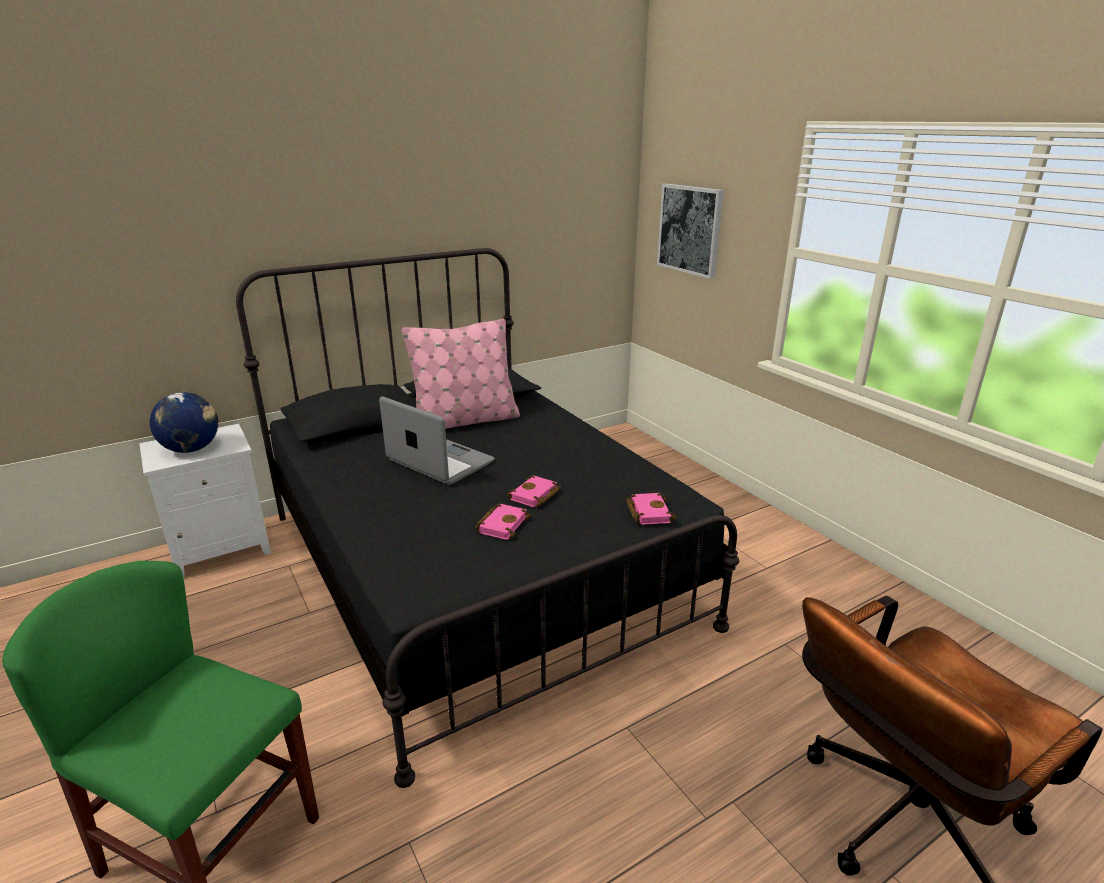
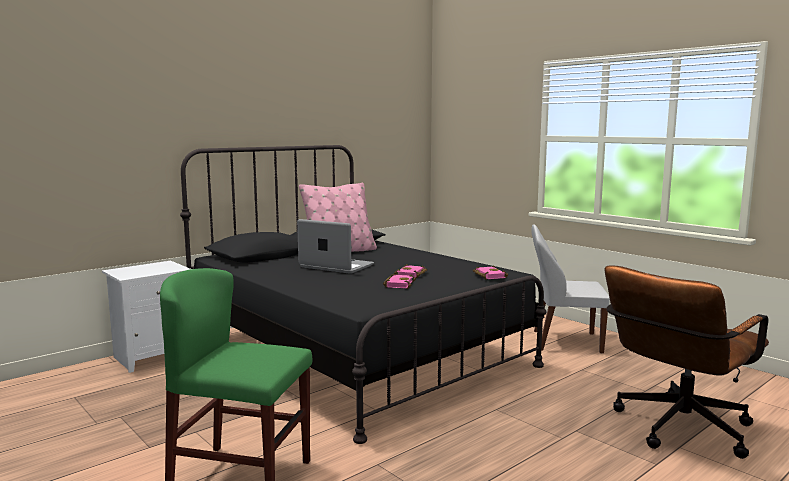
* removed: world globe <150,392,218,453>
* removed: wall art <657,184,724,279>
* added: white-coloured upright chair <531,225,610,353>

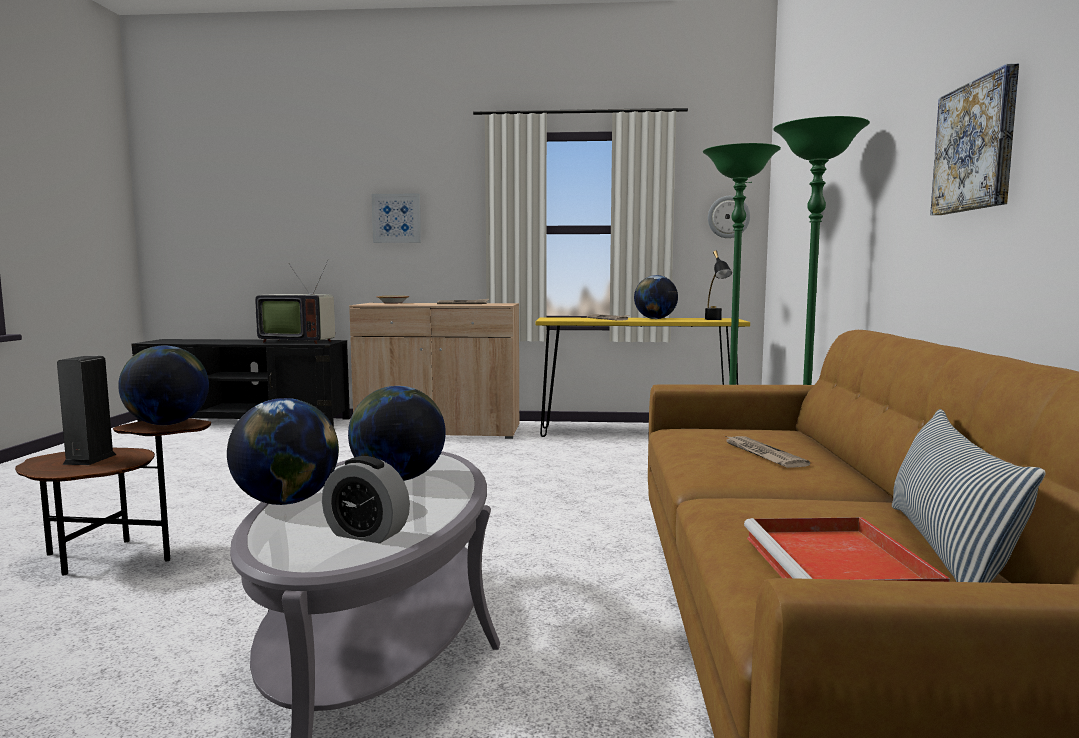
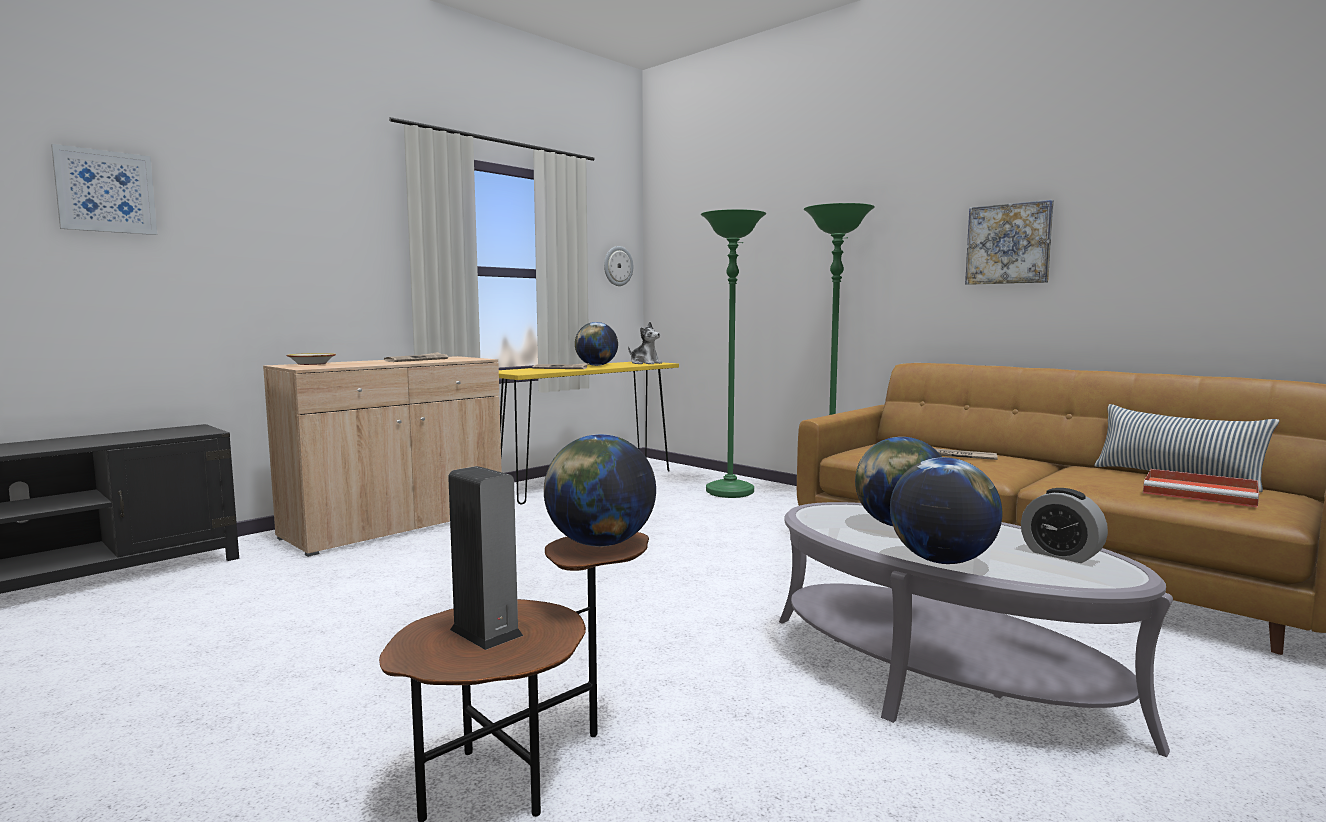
* removed: TV <255,261,335,344>
* moved: wall art <372,194,421,243> to <51,144,157,235>
* replaced: blackish lamp for a table <705,250,732,320> to cuddly toy <628,322,662,364>
* turned: table clock <322,456,410,543> = <1021,488,1108,563> 75 degrees clockwise

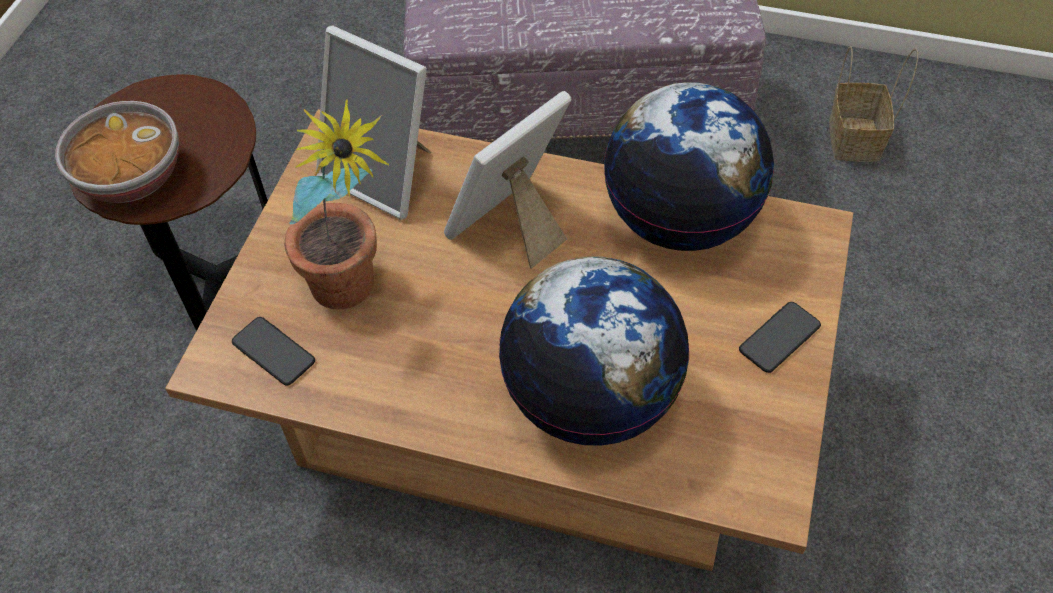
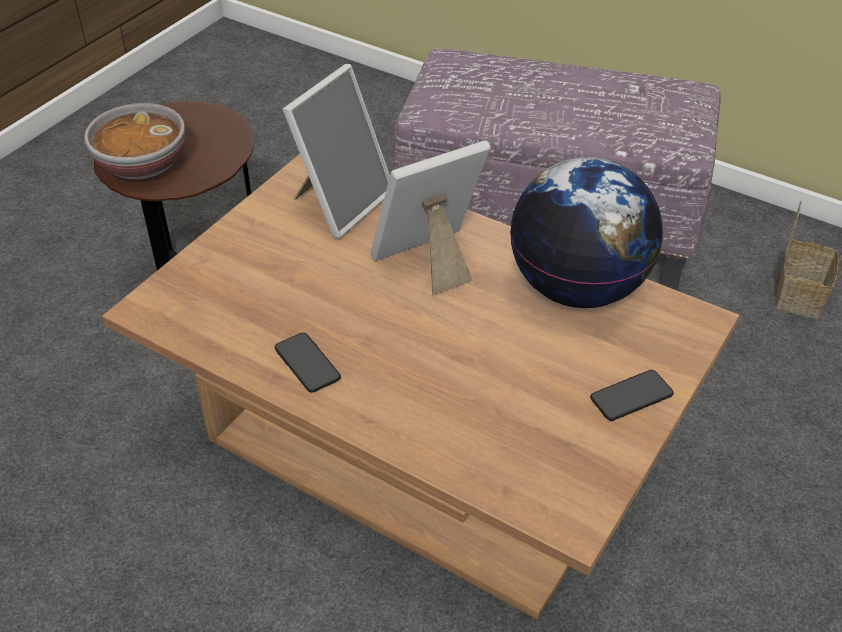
* removed: houseplant <284,99,390,309>
* removed: world globe <498,256,690,446>
* moved: phone <232,317,315,386> to <275,333,341,393>
* turned: photo frame <316,26,431,220> = <283,64,390,239> 105 degrees counterclockwise

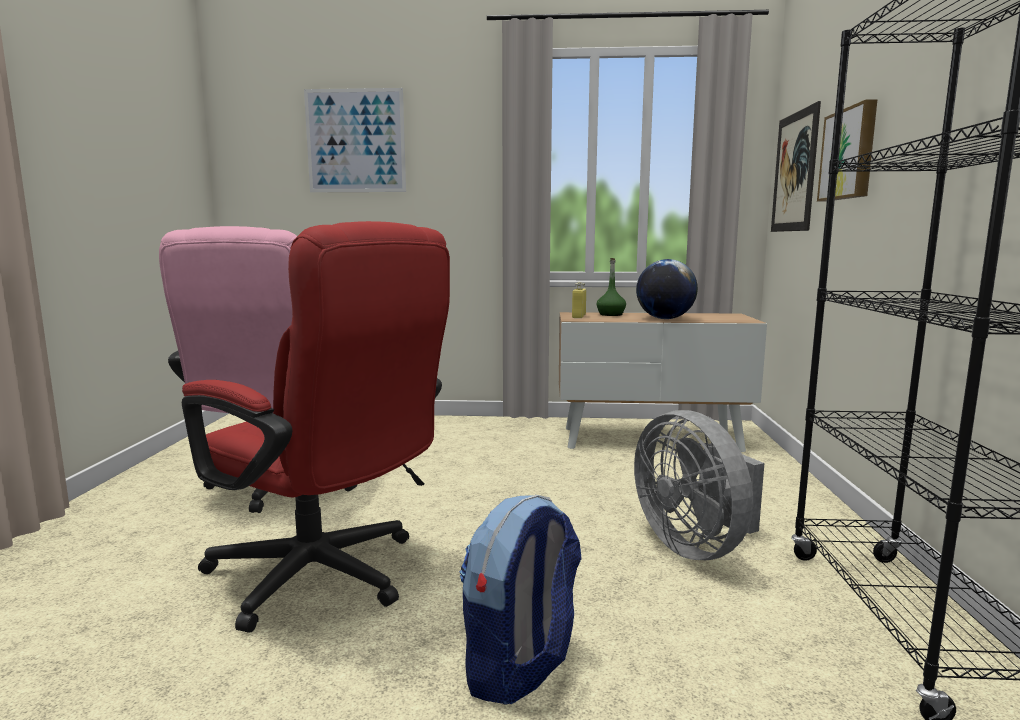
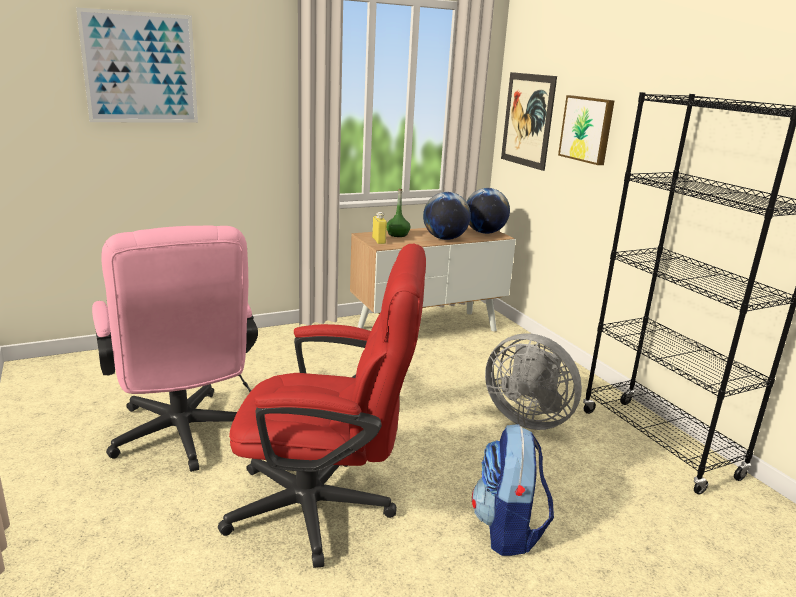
* added: world globe <466,188,510,234>

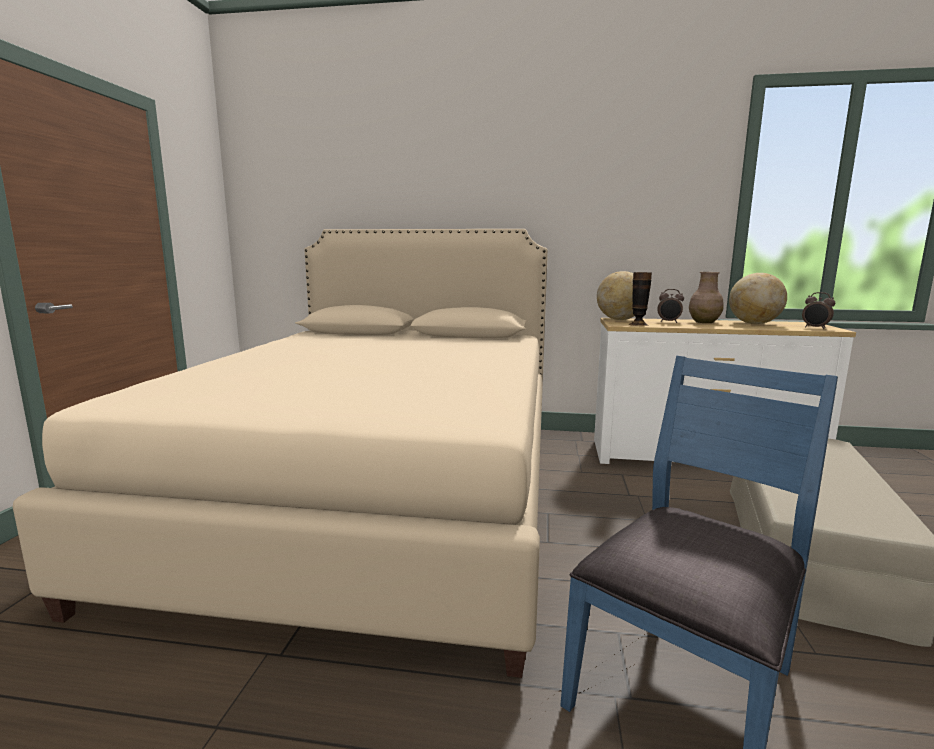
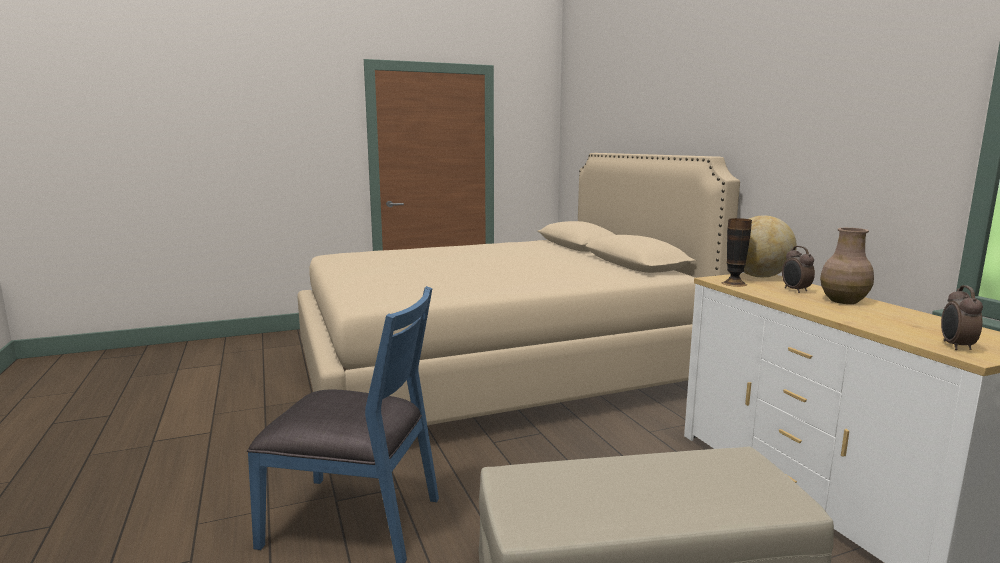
* removed: world globe <729,273,787,324>

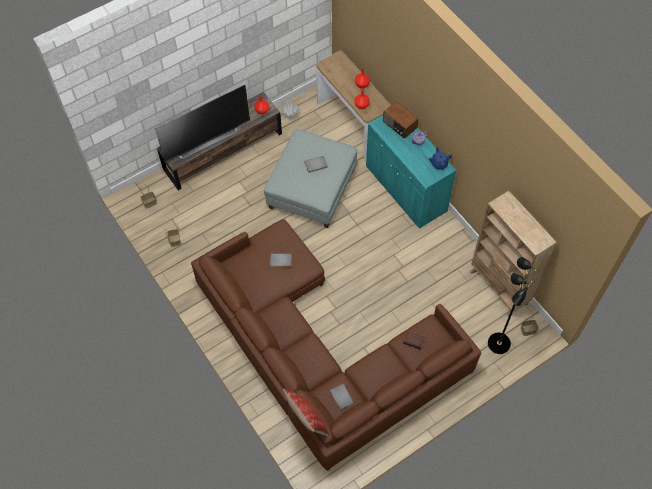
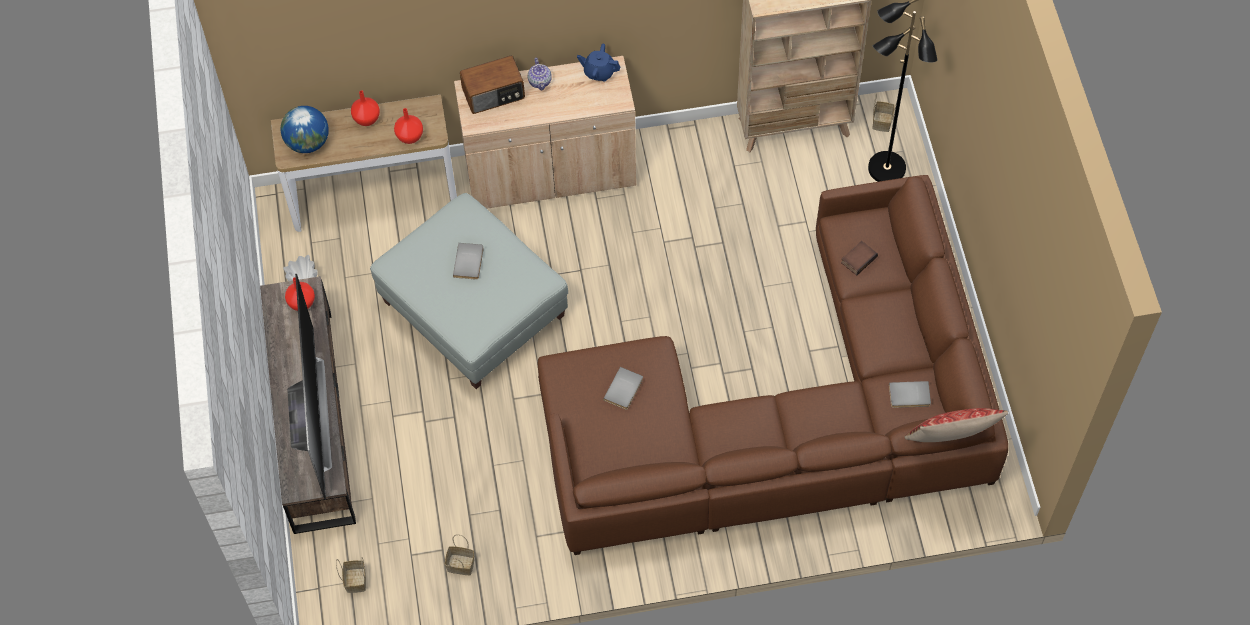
* added: world globe <281,106,329,153>
* recoloured: turquoise cupboard <366,115,456,228> to beige-coloured cupboard <454,56,636,209>

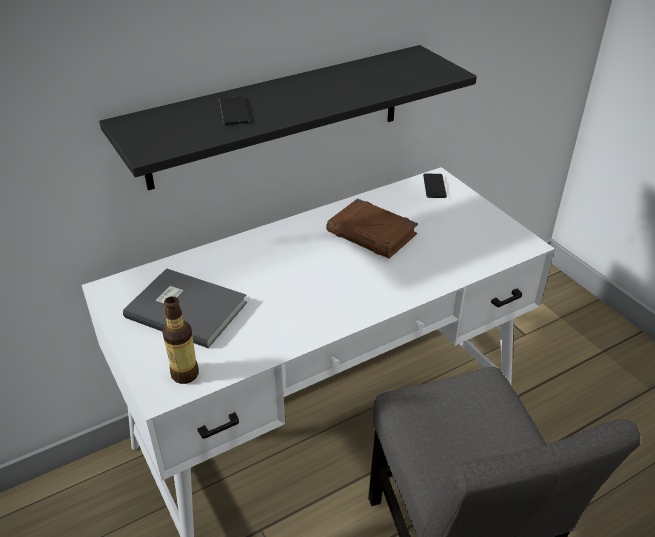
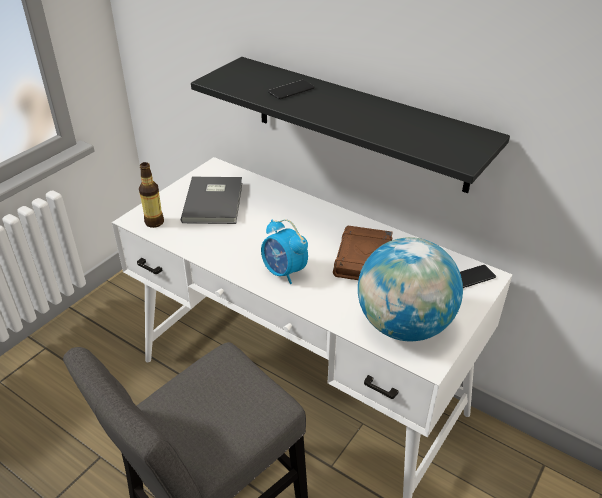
* added: table clock <261,219,308,284>
* added: world globe <358,237,463,341>

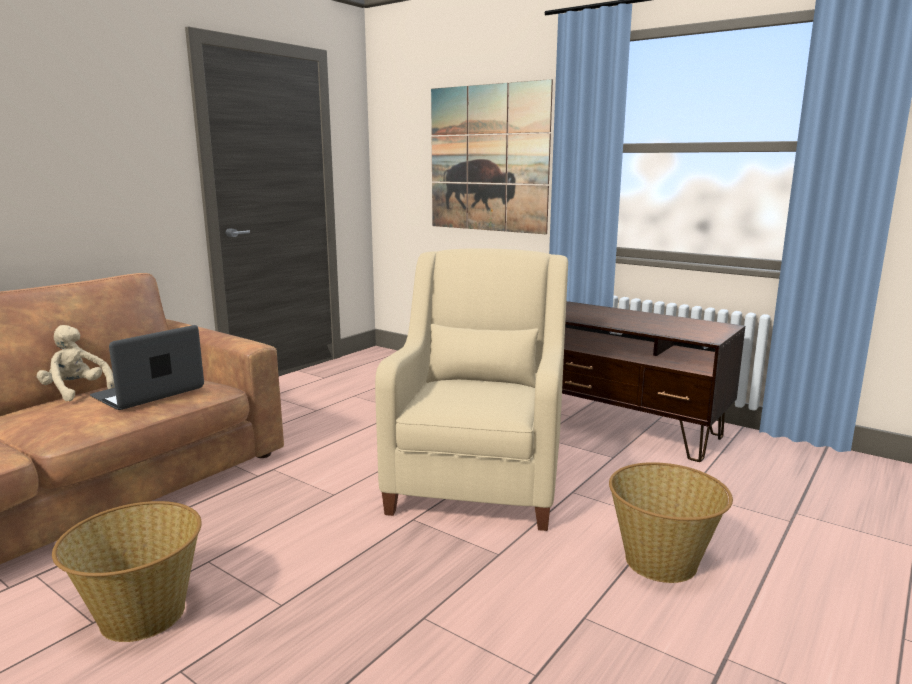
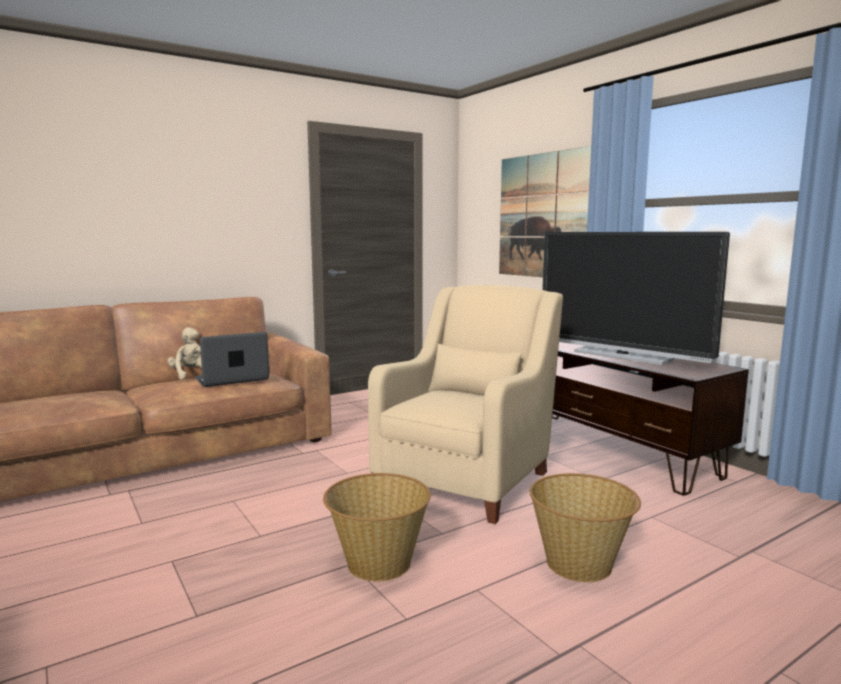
* added: TV <542,232,730,365>
* moved: storage basket <52,501,202,642> to <323,473,431,581>

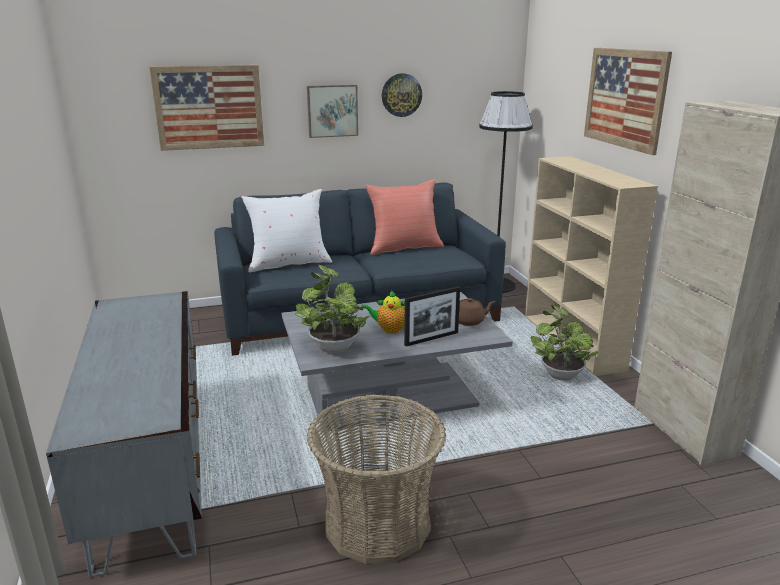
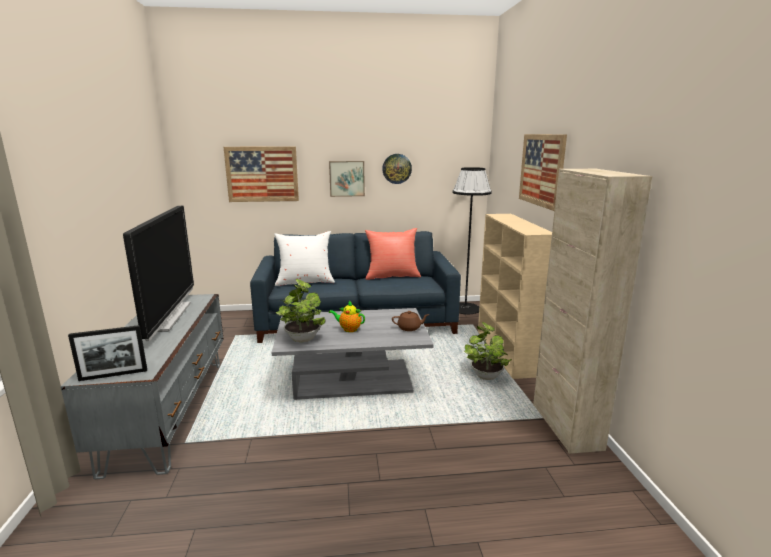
* removed: storage basket <307,394,446,564>
* added: TV <123,206,194,341>
* moved: photo frame <404,286,460,347> to <68,325,147,381>

